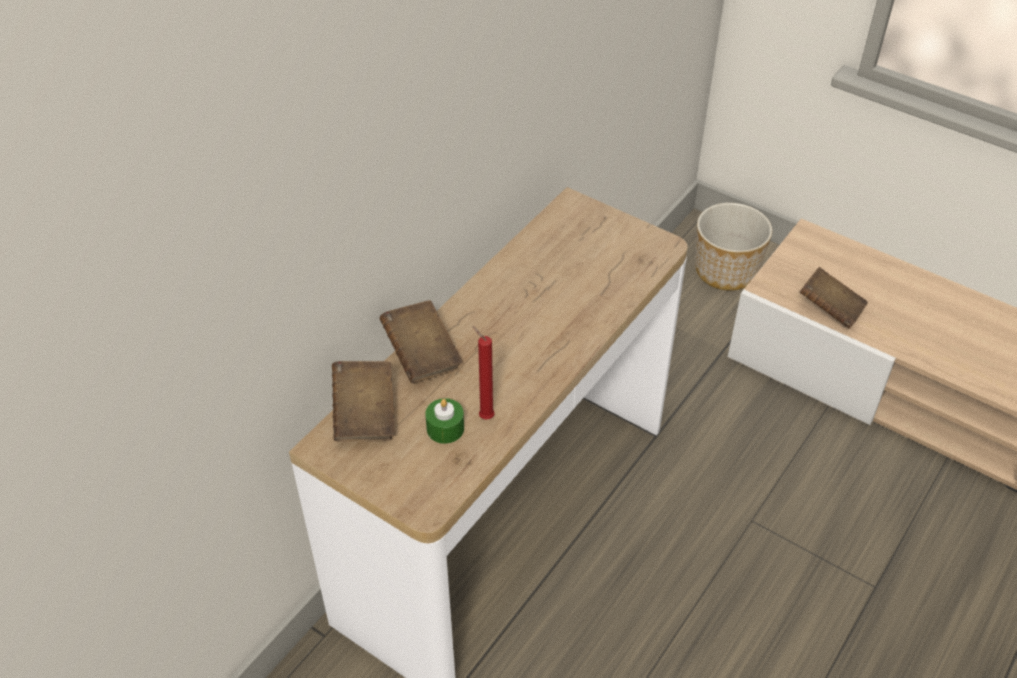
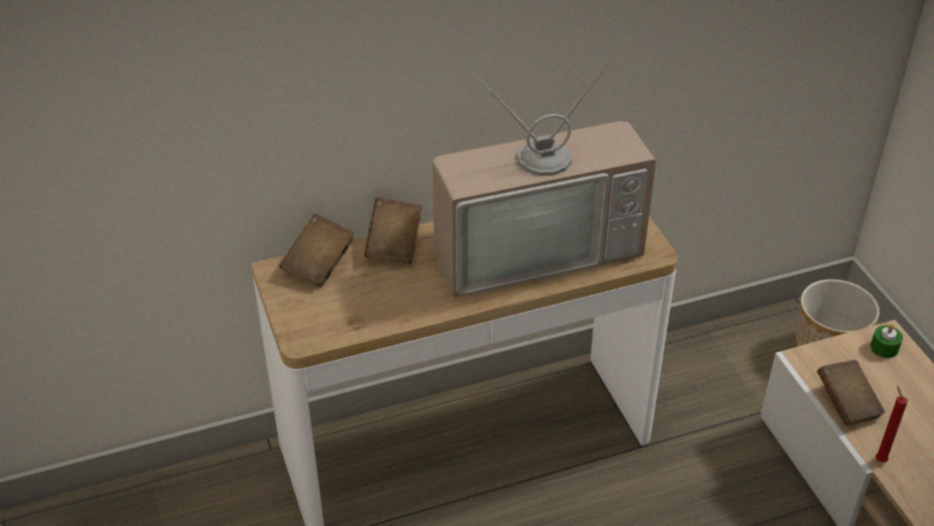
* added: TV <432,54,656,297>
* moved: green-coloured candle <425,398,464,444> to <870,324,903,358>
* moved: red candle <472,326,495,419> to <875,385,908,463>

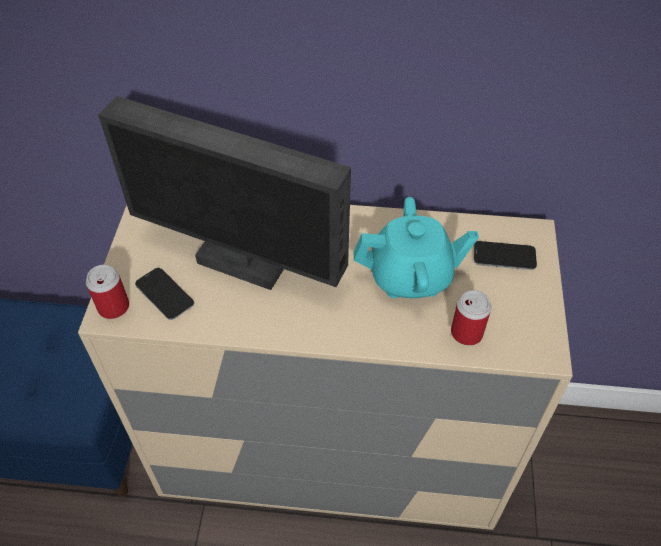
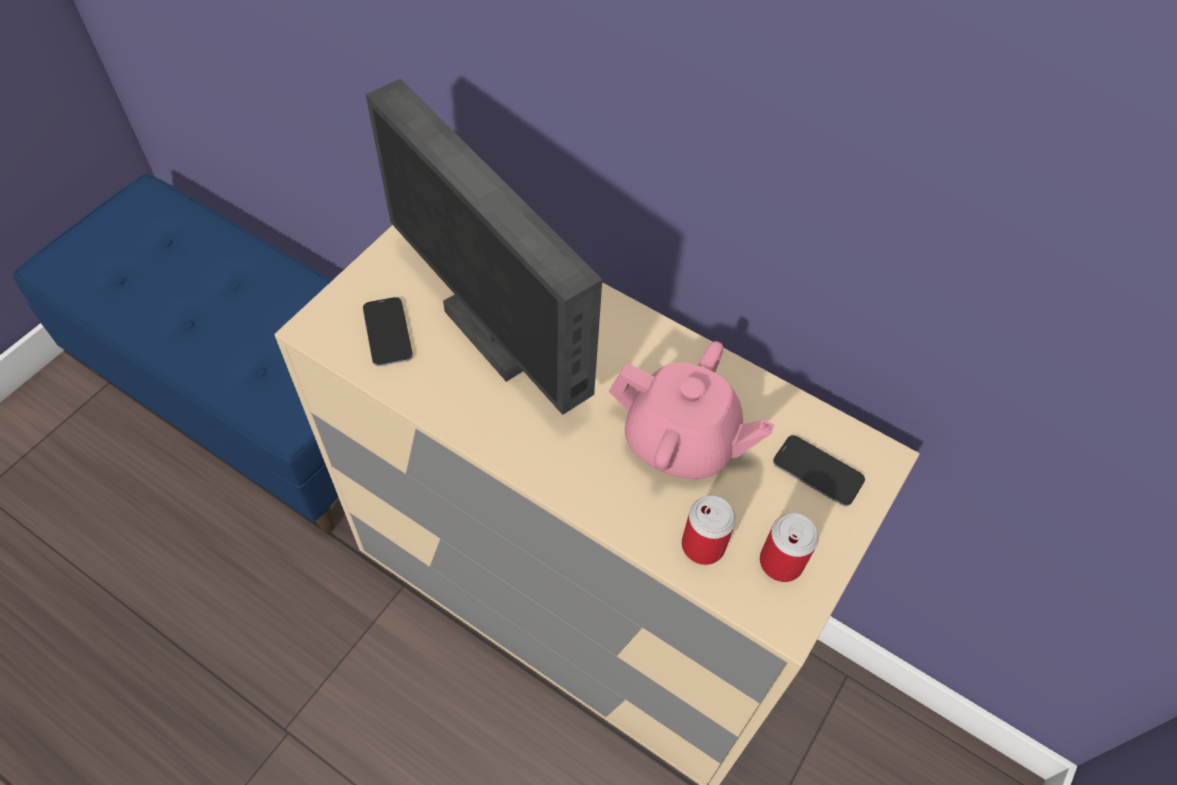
* moved: metal can <86,265,129,319> to <760,513,819,582>
* recoloured: turquoise teapot <354,197,479,298> to pink-coloured teapot <609,341,775,480>

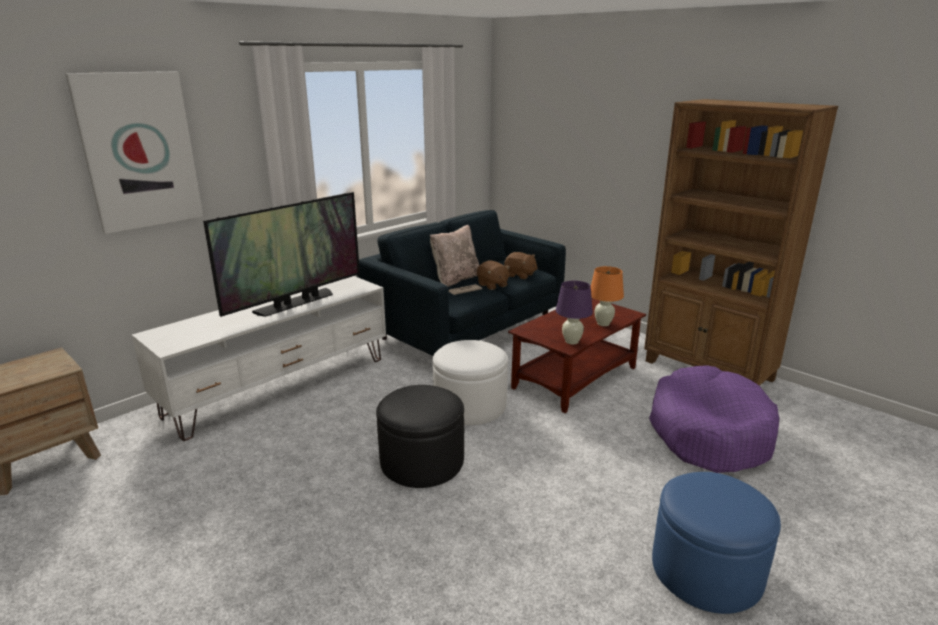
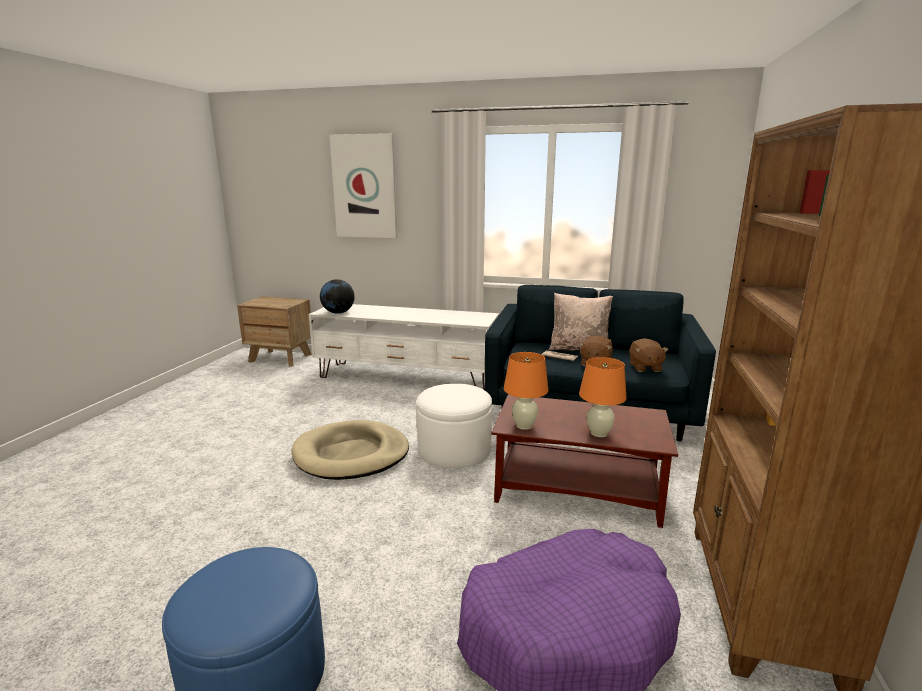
* removed: TV <203,192,360,317>
* added: world globe <320,279,355,314>
* replaced: blackish footrest <376,385,464,488> to beige-coloured pet bed <292,420,409,480>
* recoloured: purplish lamp for a table <556,281,593,344> to orangey lamp for a table <504,352,549,430>

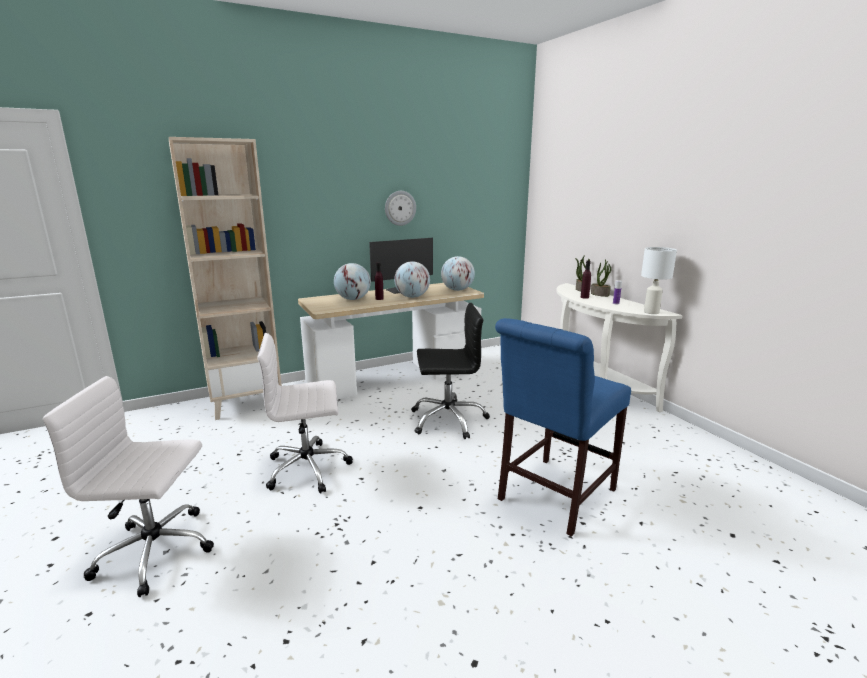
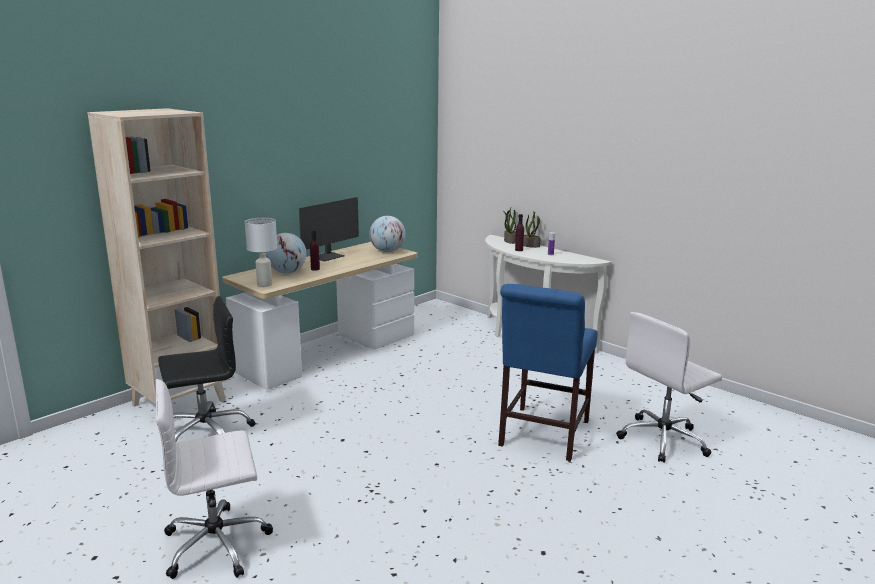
* removed: wall clock <385,191,416,226>
* removed: world globe <394,261,430,298>
* moved: white-coloured computer chair <257,333,353,494> to <616,312,722,463>
* moved: blackish computer chair <411,303,490,439> to <158,296,255,442>
* moved: white-coloured lamp for a table <641,247,677,314> to <245,218,277,287>

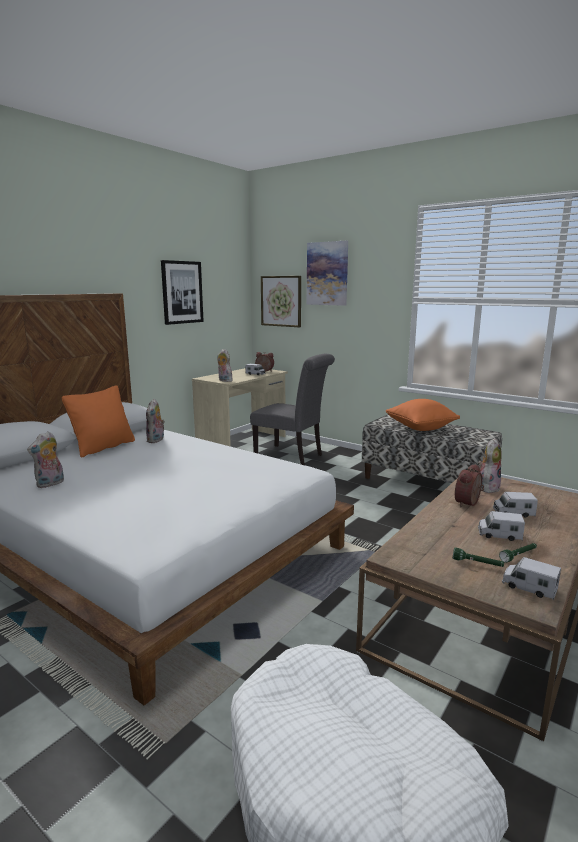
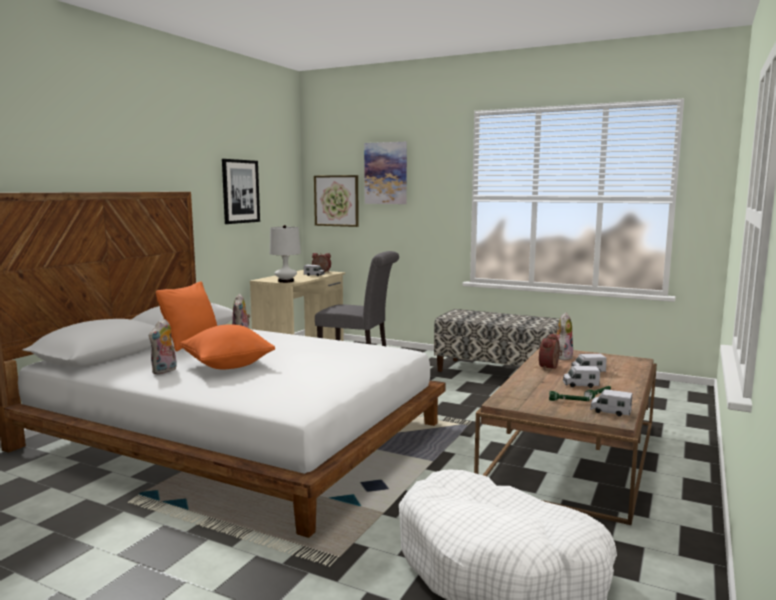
* moved: orangey throw pillow <386,399,460,431> to <180,324,275,369>
* replaced: cuddly toy <217,349,232,382> to white-coloured lamp for a table <270,225,301,283>

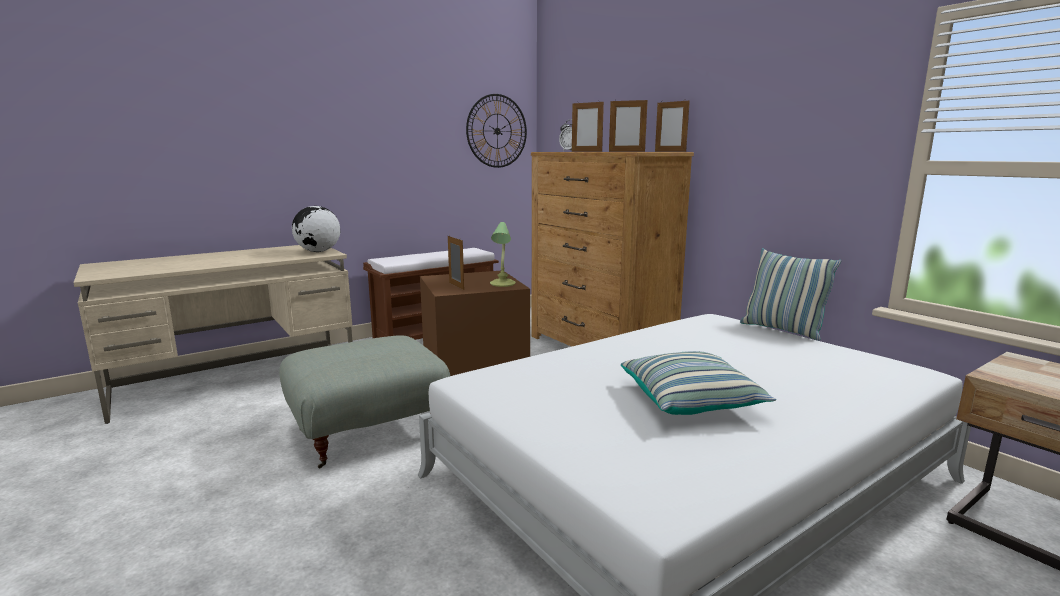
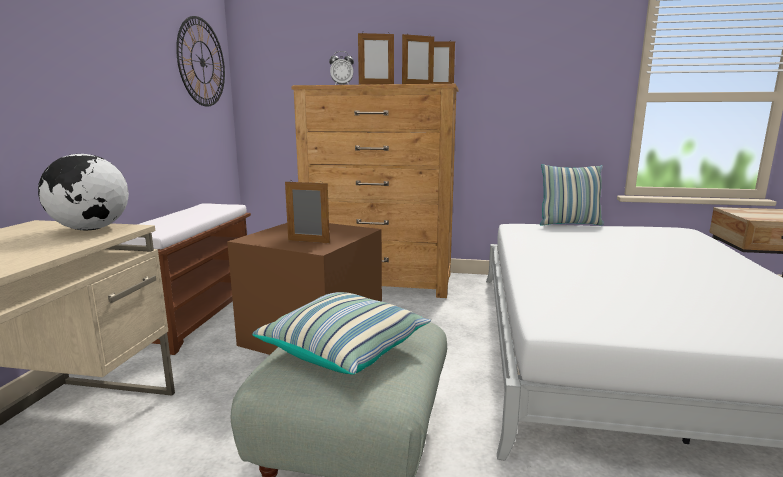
* removed: lamp for a table <490,222,516,287>
* moved: throw pillow <621,351,776,415> to <252,292,431,375>

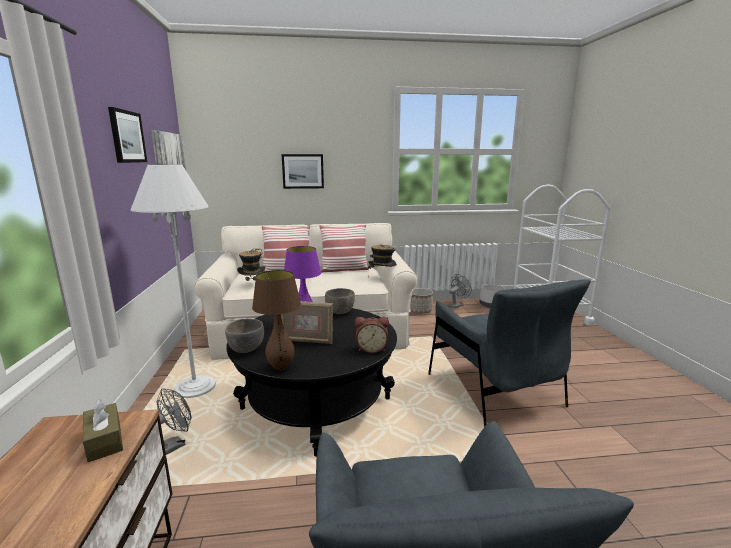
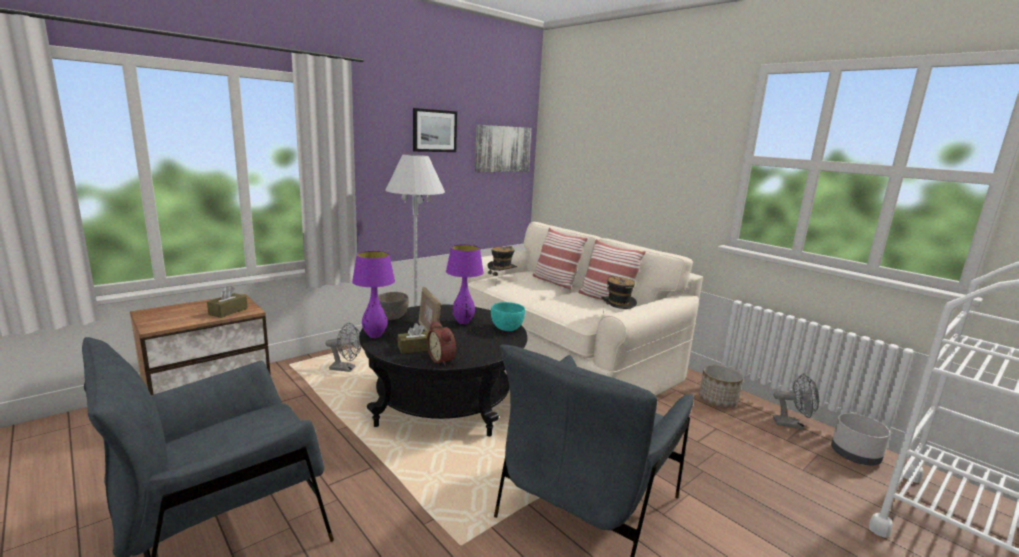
* removed: wall art <282,154,324,189>
* added: brown-coloured tissue box <398,323,429,354>
* recoloured: brown-coloured lamp for a table <252,270,301,370> to purplish lamp for a table <352,251,395,338>
* recoloured: greyish bowl <325,288,355,314> to turquoise bowl <491,302,525,331>

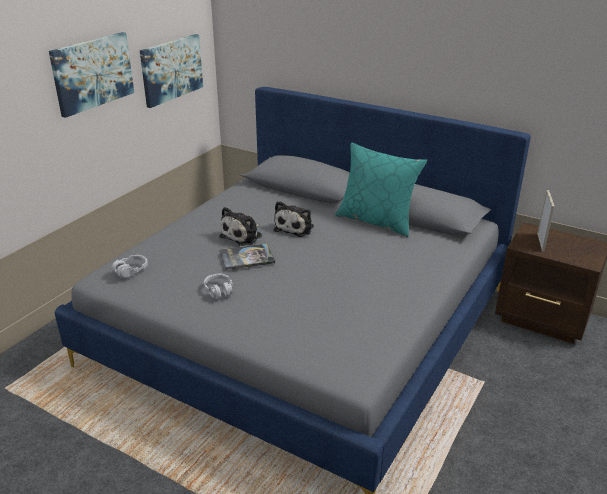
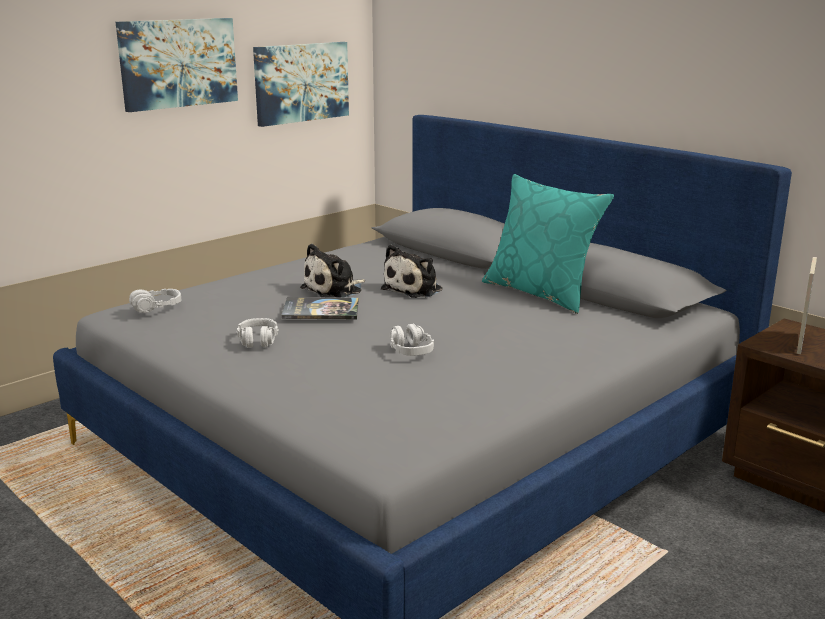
* added: greyish headset <390,324,434,356>

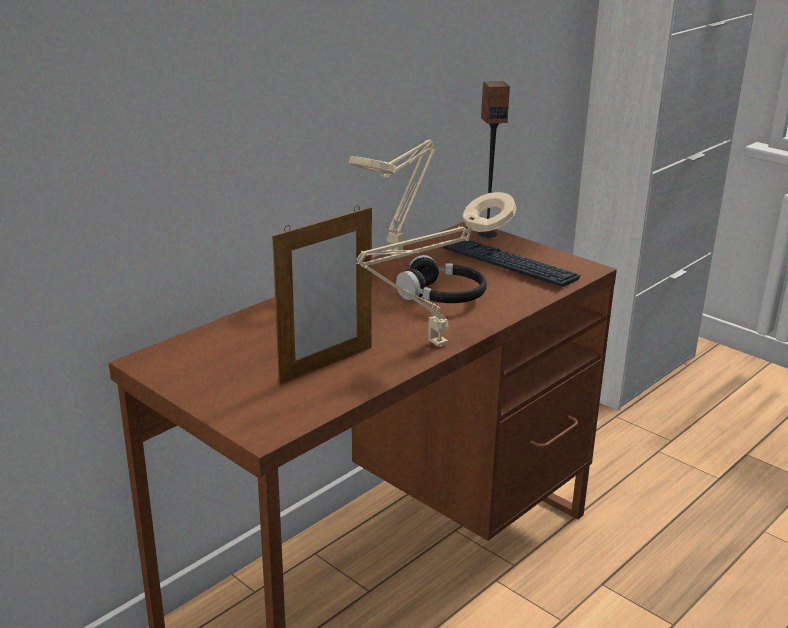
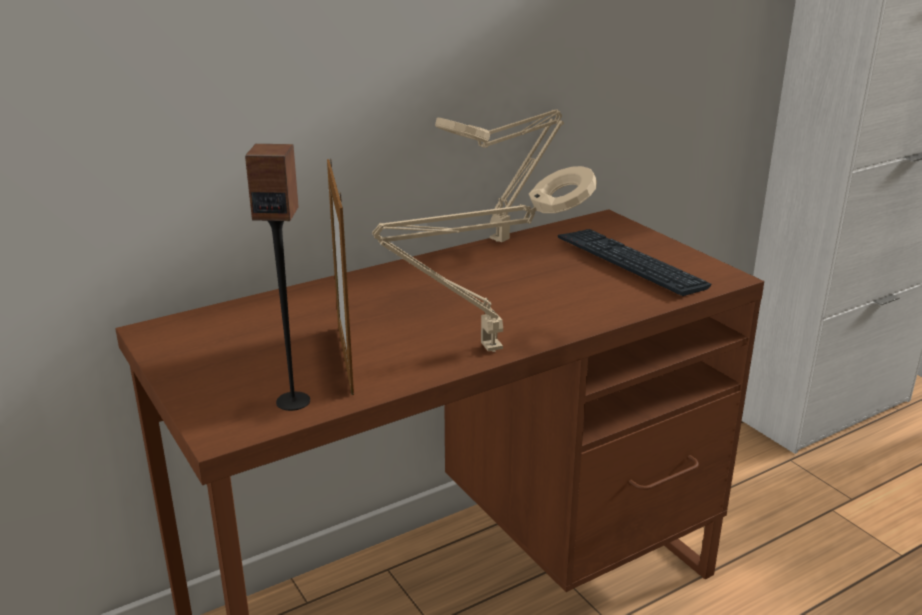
* removed: blackish headset <396,255,487,303>
* moved: speaker <478,81,510,238> to <245,144,310,411>
* turned: photo frame <272,205,372,385> = <327,159,354,395> 105 degrees clockwise

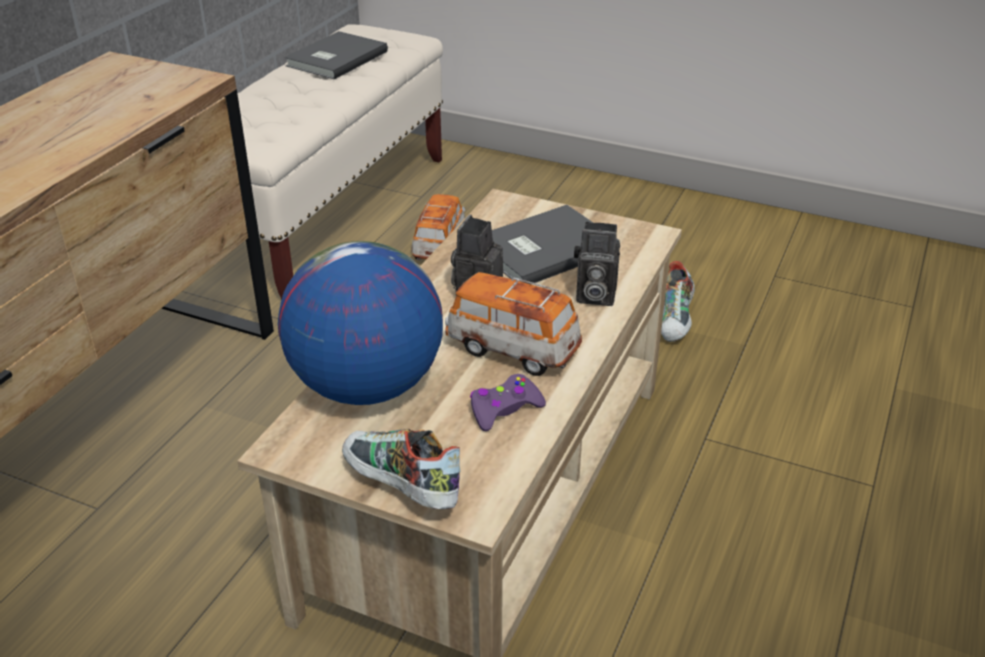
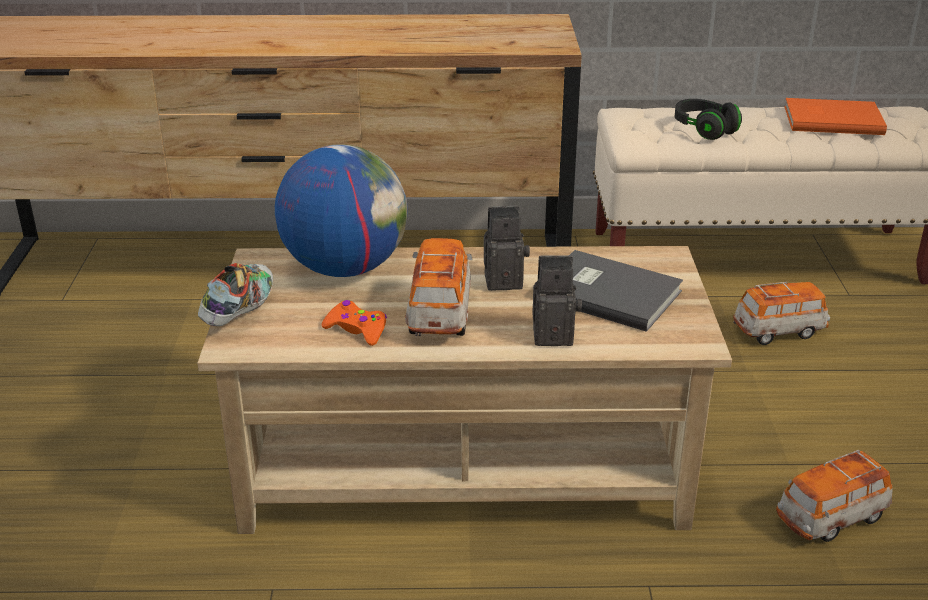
* added: blackish headset <674,99,742,140>
* replaced: item of footwear <661,261,695,342> to model car <776,450,893,542>
* recoloured: greyish volume <284,31,388,79> to orangey volume <784,98,887,135>
* recoloured: purplish joypad <470,374,546,431> to orangey joypad <322,300,387,346>
* turned: photo camera <574,222,620,306> = <532,255,582,346> 105 degrees clockwise

